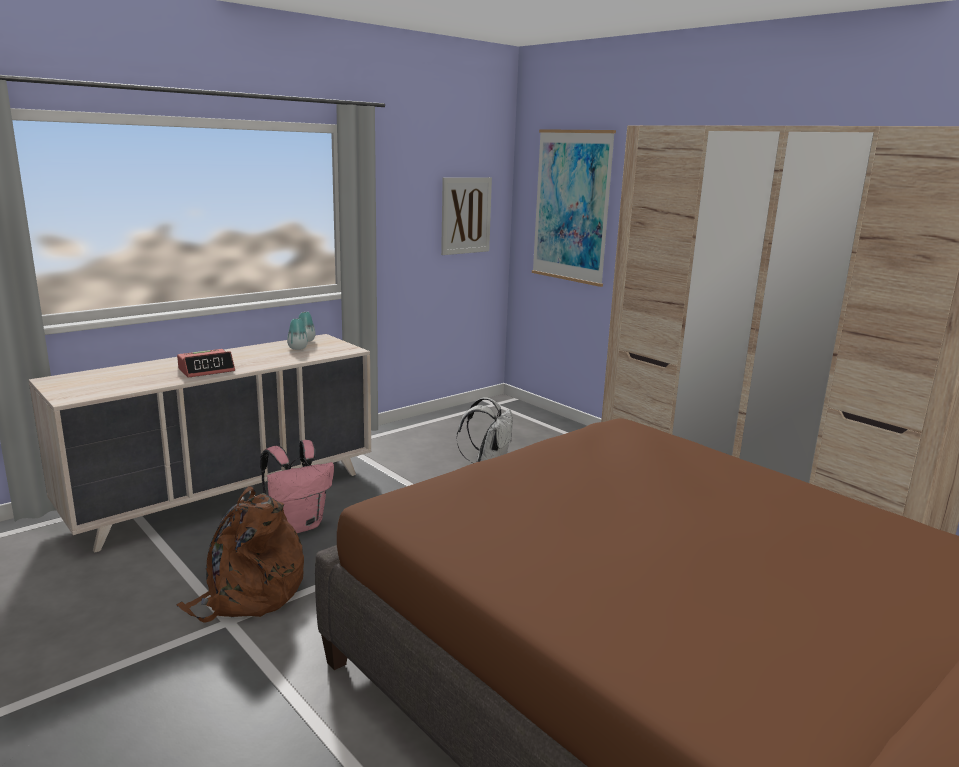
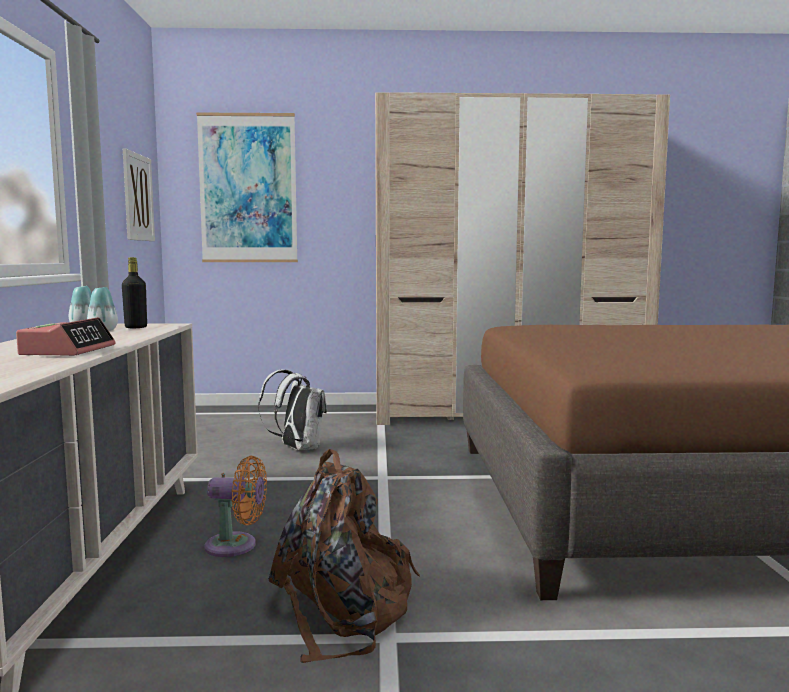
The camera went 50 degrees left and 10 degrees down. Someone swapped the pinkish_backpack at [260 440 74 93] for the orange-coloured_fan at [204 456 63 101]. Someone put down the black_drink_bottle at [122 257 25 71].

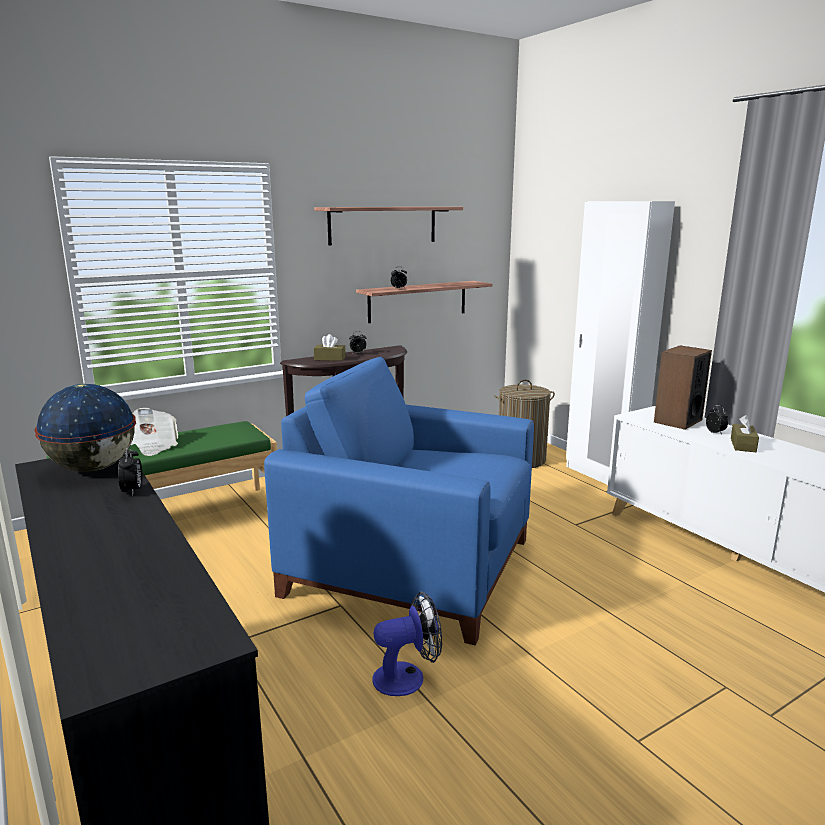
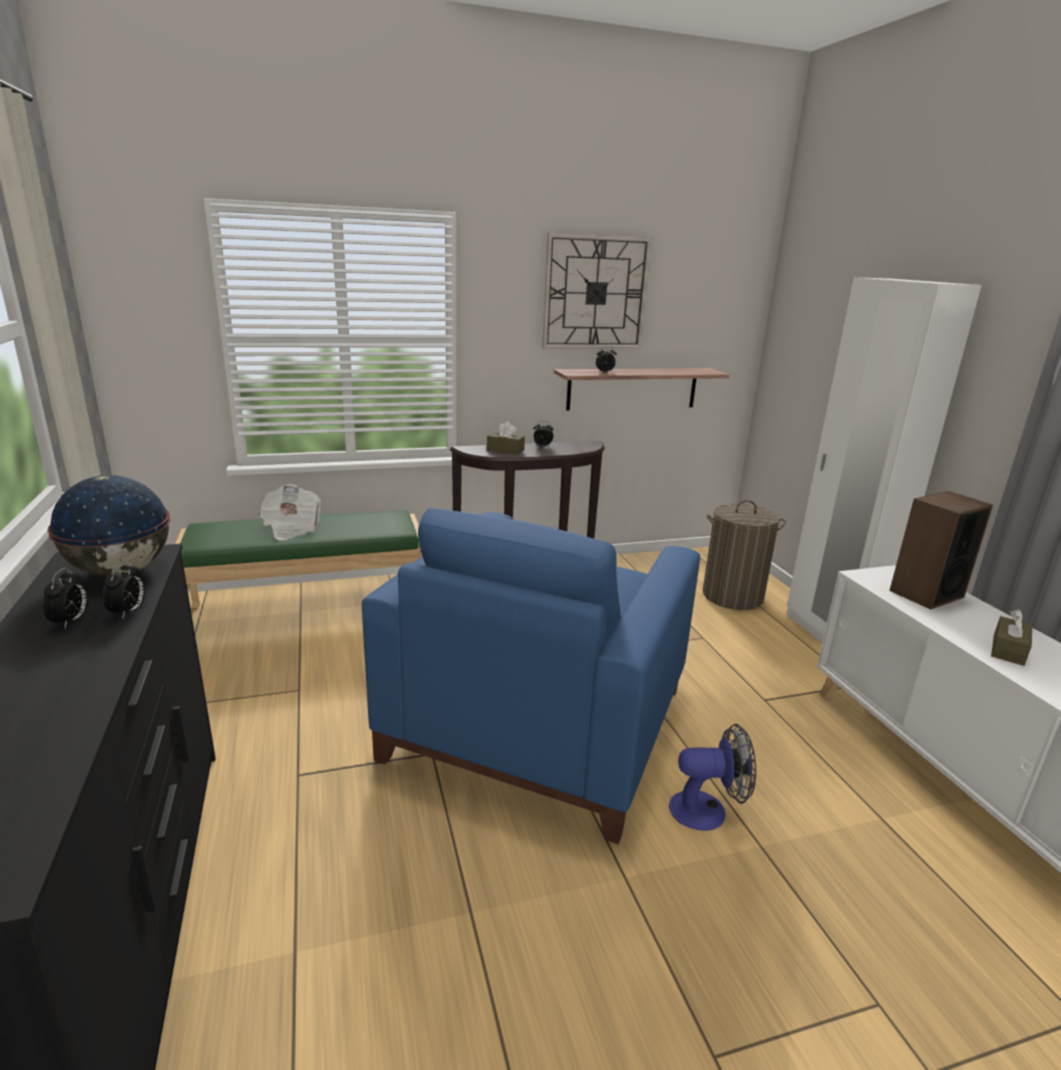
The camera went 15 degrees right and 5 degrees up. Someone rotated the bluish_armchair at [264 357 270 288] by 105 degrees counterclockwise. Someone swapped the bracket_shelf at [314 207 149 39] for the hanging_clock at [542 233 110 116]. Someone carried the fan from [372 591 70 105] to [669 724 87 107]. Someone carried the bedside_clock from [706 405 22 30] to [43 568 45 61].

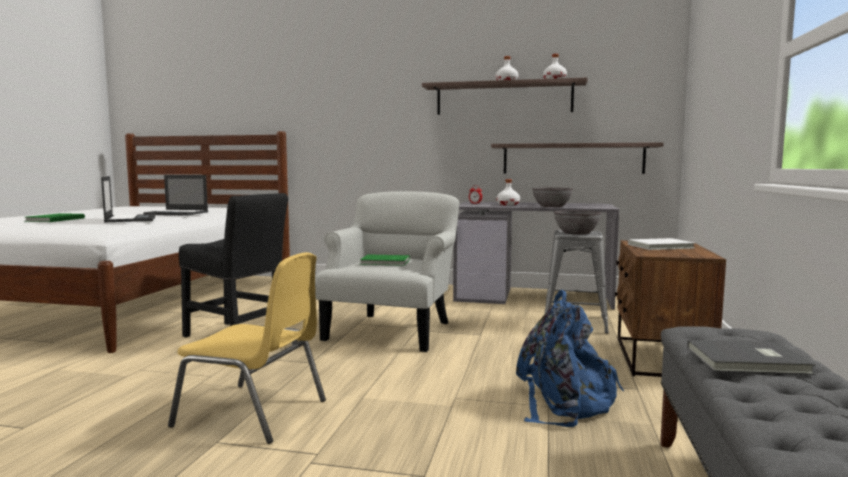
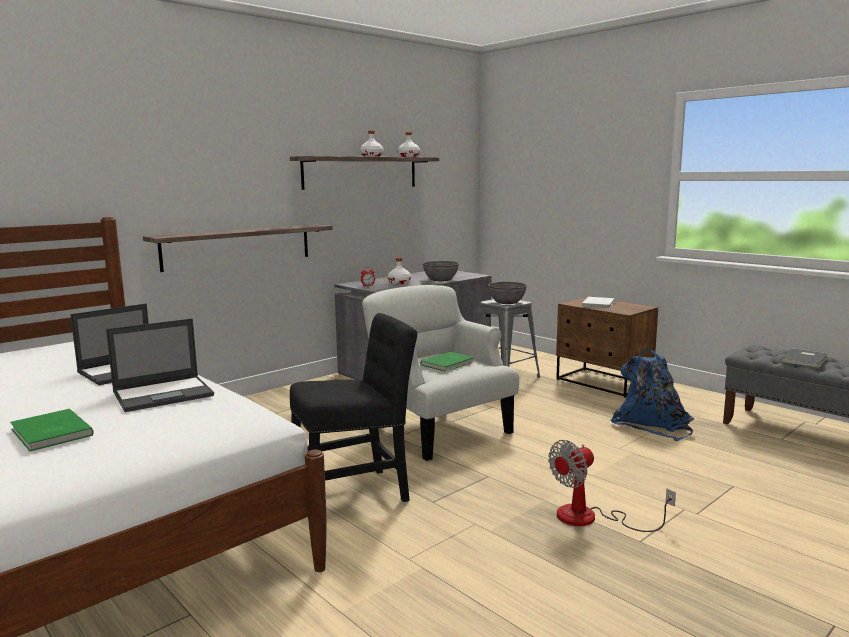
The camera went 55 degrees left and 5 degrees up. Someone rotated the notebook_computer at [101 176 55 47] by 135 degrees clockwise. Someone swapped the yellow-coloured_chair at [168 252 158 192] for the fan at [548 440 128 92]. Someone carried the bracket_shelf from [491 142 173 32] to [143 224 190 48].

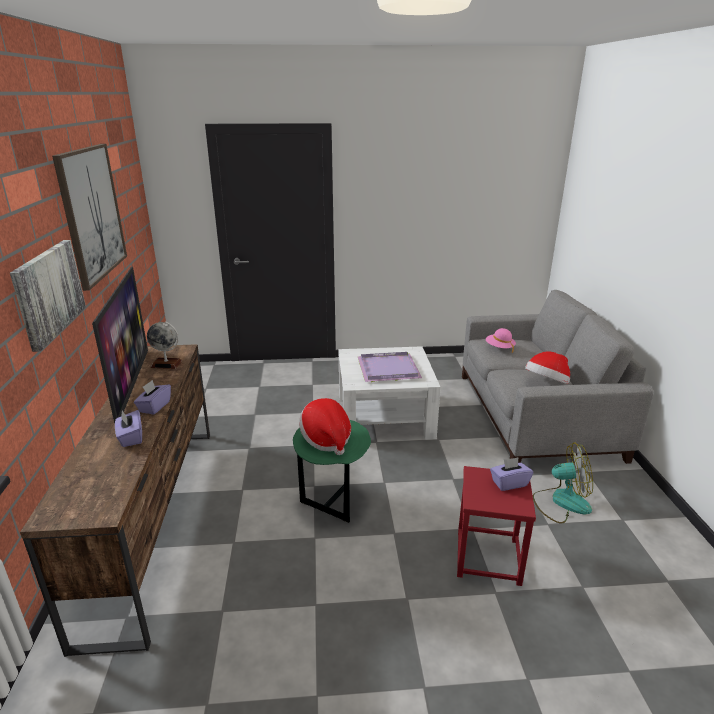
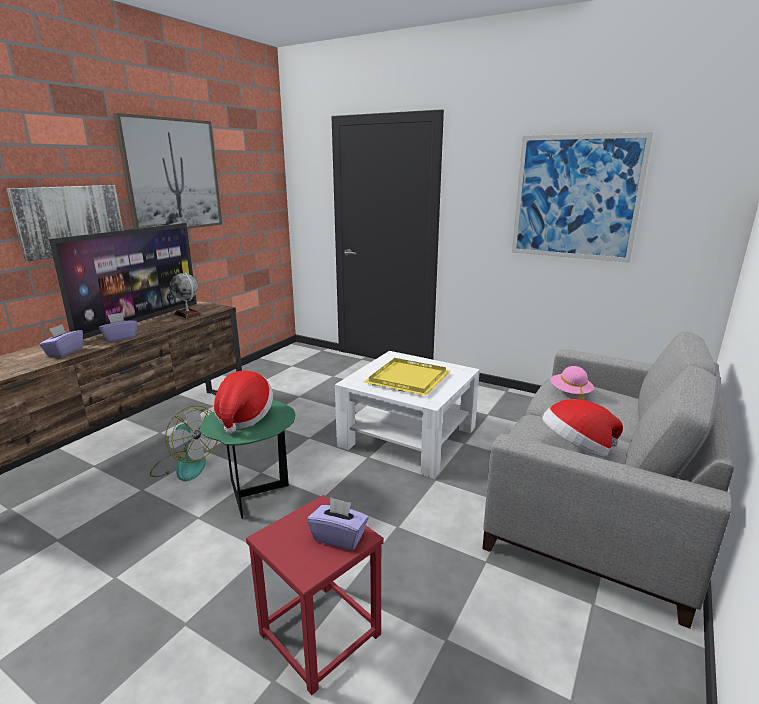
The camera went 35 degrees right and 5 degrees down. Someone repainted the purple_carrying_tray at [358 352 64 30], which became the yellow-coloured_carrying_tray at [364 358 86 38]. Someone carried the fan from [533 442 60 82] to [150 406 68 75]. Someone put up the picture at [512 132 142 131].

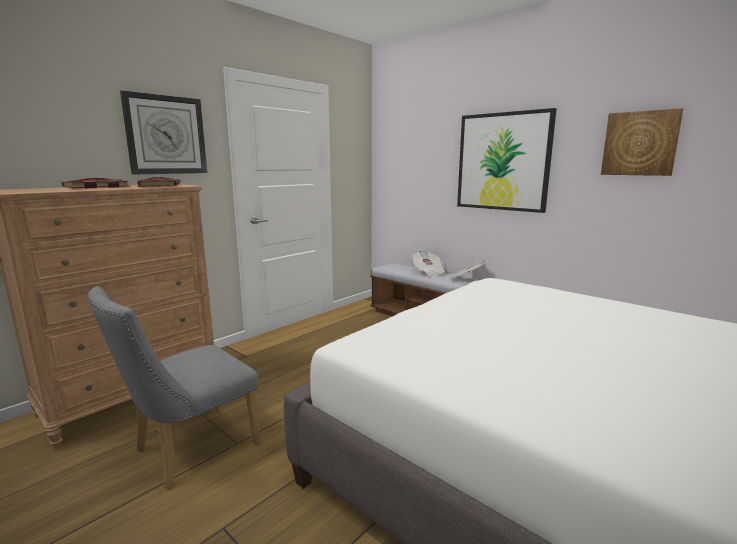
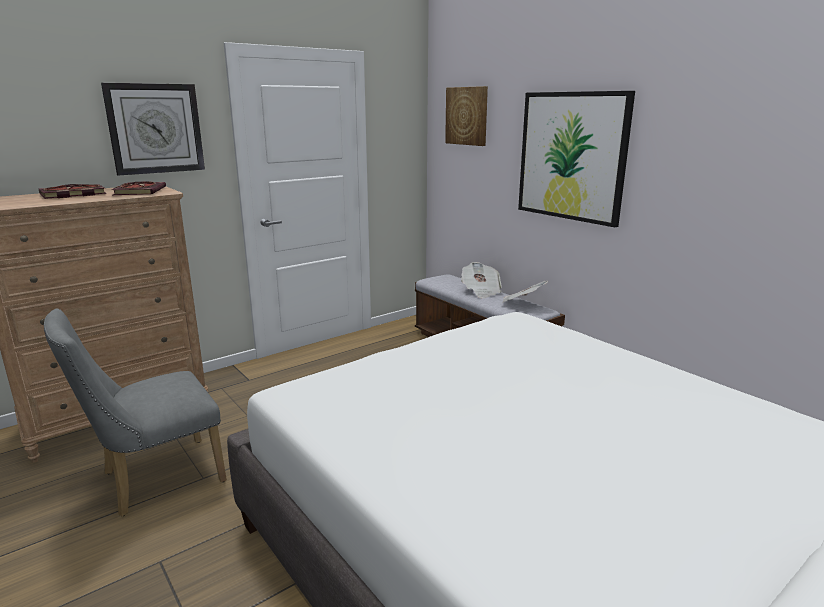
The camera went 10 degrees right and 5 degrees up. Someone carried the picture from [601 108 82 68] to [445 86 43 60].

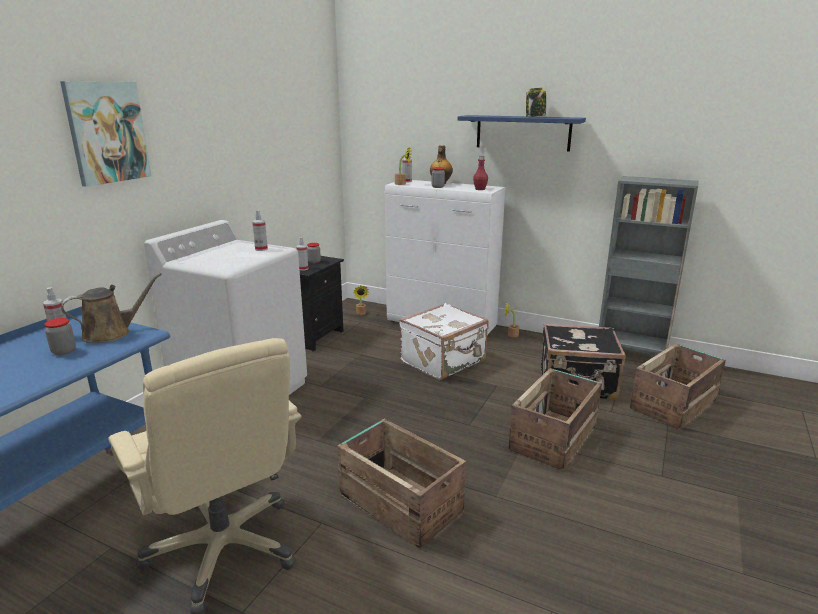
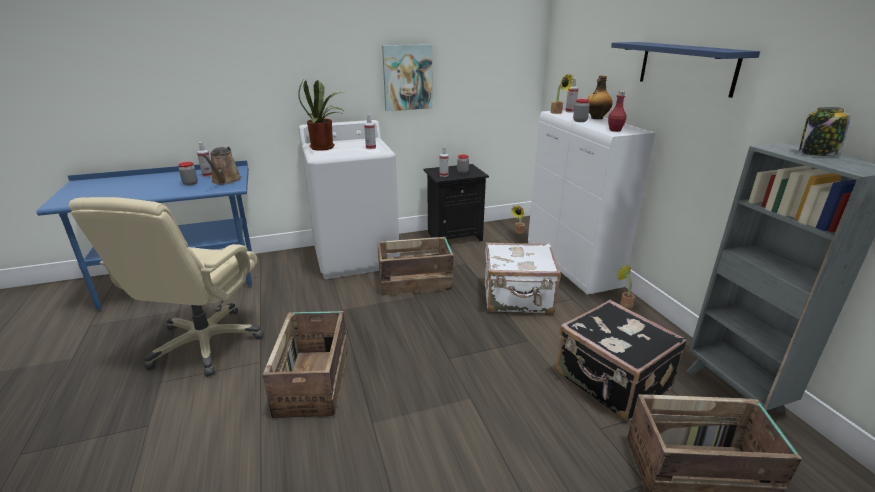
The camera went 45 degrees right and 5 degrees up. Someone carried the picture from [60 81 91 106] to [382 44 51 67]. Someone rotated the brown-coloured_watering_can at [61 273 101 70] by 75 degrees clockwise. Someone carried the crate from [508 368 94 103] to [377 237 76 59]. Someone carried the storage_jar from [526 88 20 29] to [799 107 52 49]. Someone put down the plant_in_a_pot at [298 80 46 71].

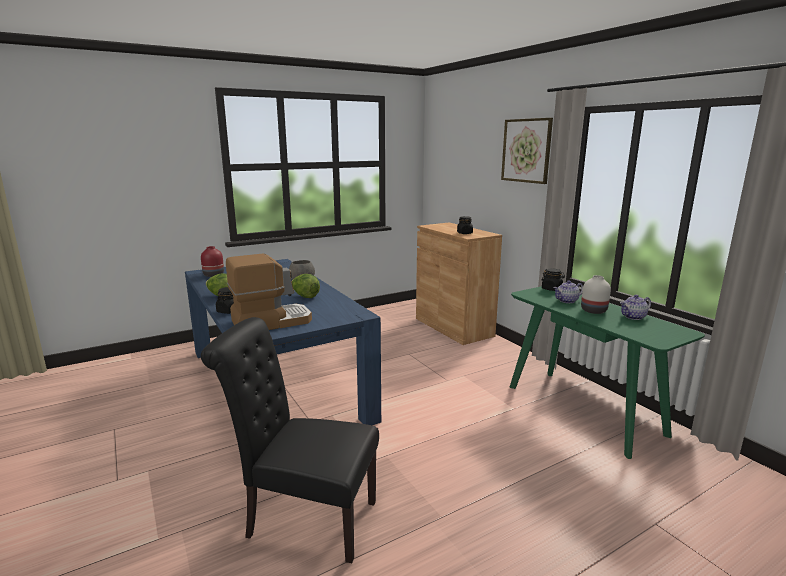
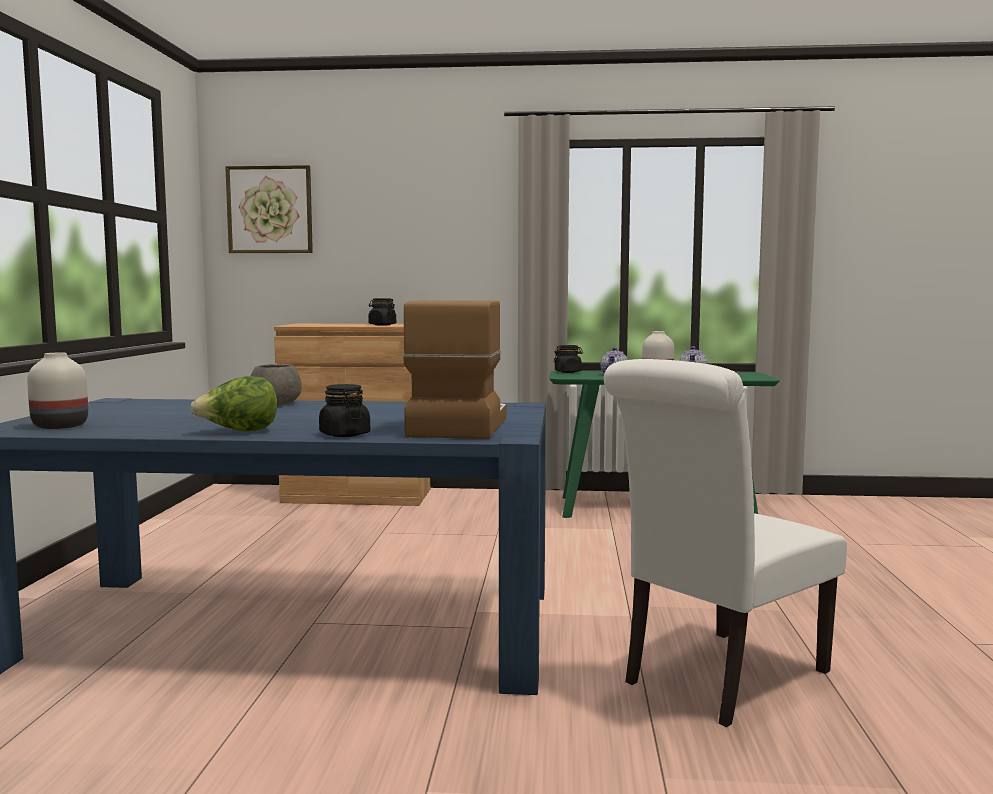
The camera went 55 degrees left and 10 degrees down. Someone repainted the red-coloured_flower_vase at [201 246 23 31], which became the whitish_flower_vase at [27 352 61 77]. Someone repainted the black_chair at [201 317 178 246], which became the whitish_chair at [604 359 243 368]. Someone took away the lettuce at [292 274 28 24]. Someone carried the picture from [501 118 52 66] to [225 165 88 88].

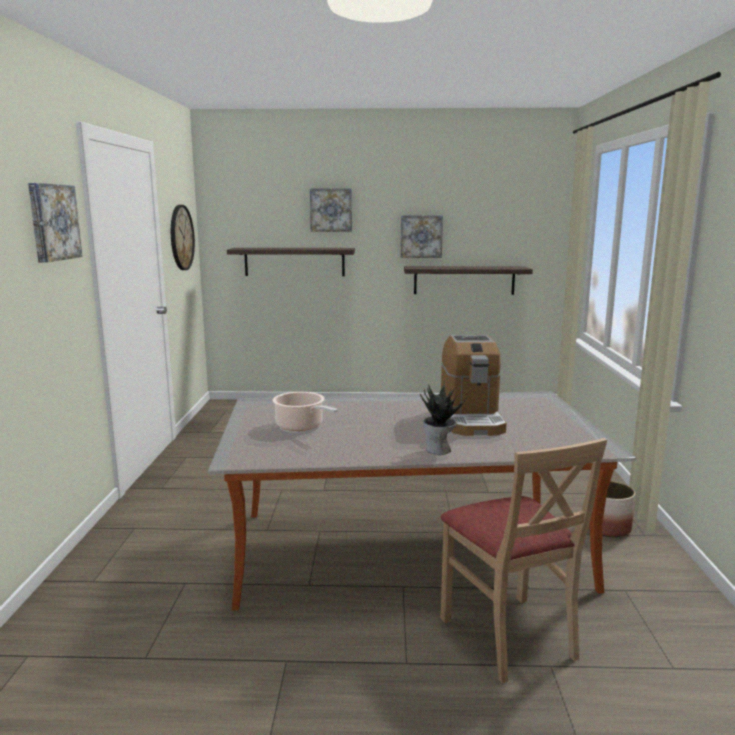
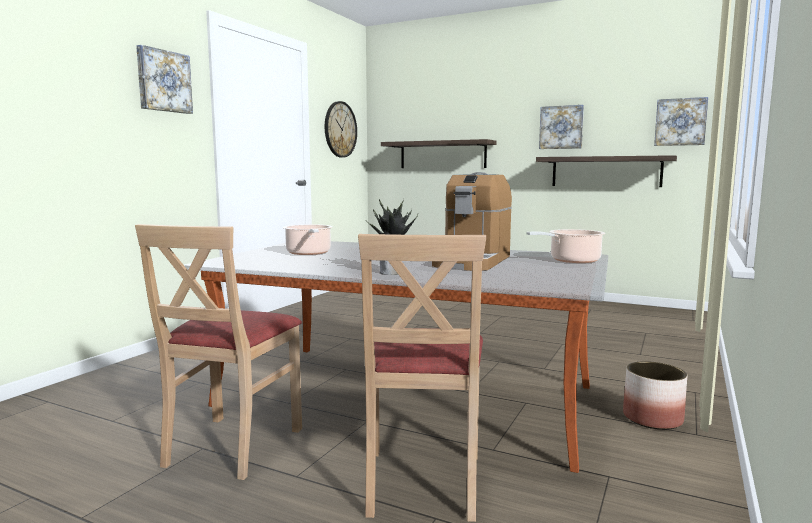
The camera went 25 degrees right and 5 degrees down. Someone carried the picture from [310 188 42 44] to [654 97 54 49]. Someone put down the beige-coloured_chair at [135 224 167 256]. Someone put down the cooking_pot at [527 229 78 34].

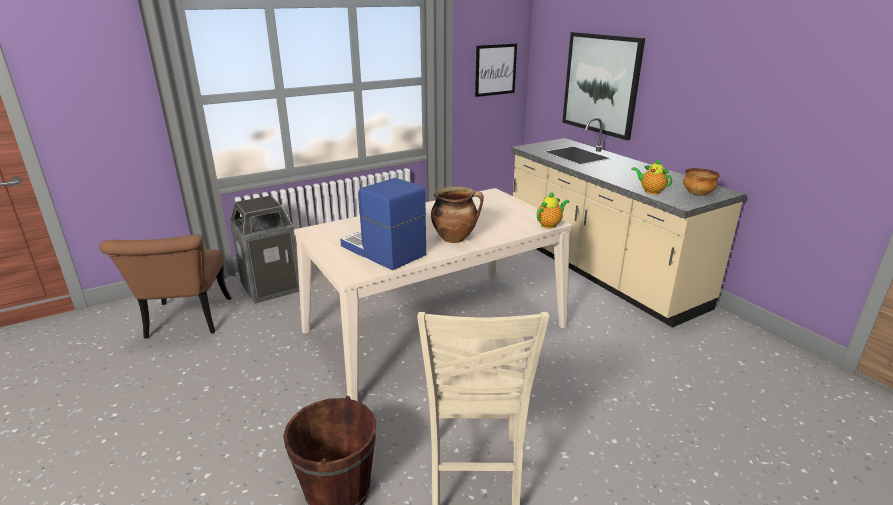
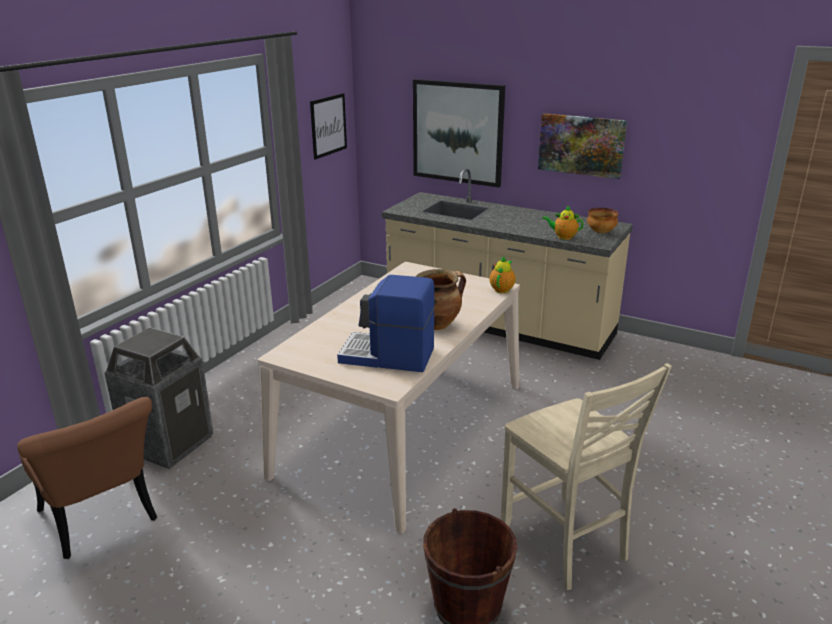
The camera went 30 degrees left and 0 degrees up. Someone put up the picture at [538 113 89 66].

